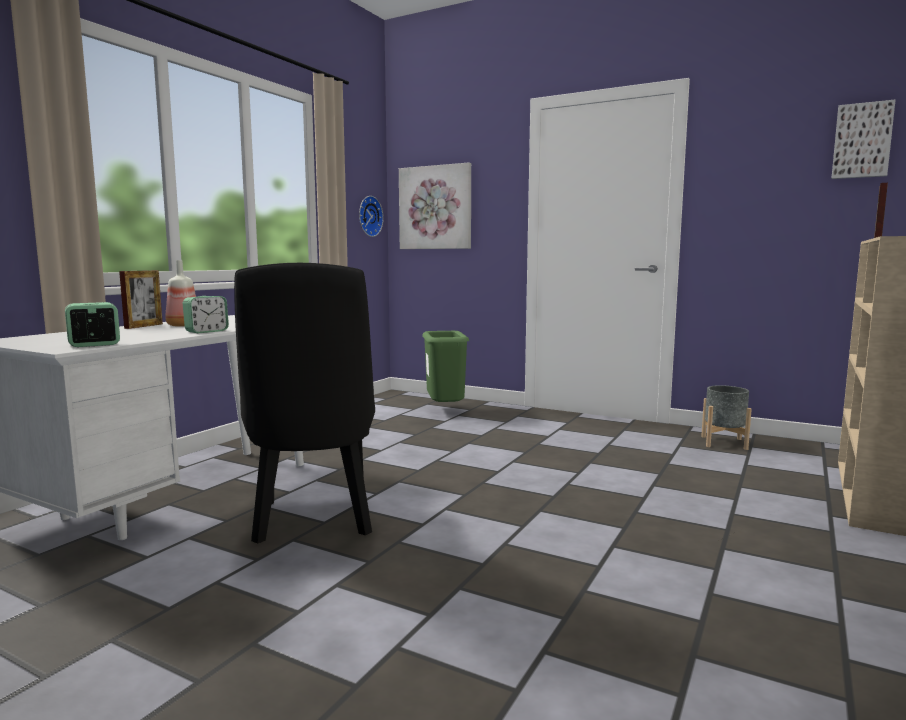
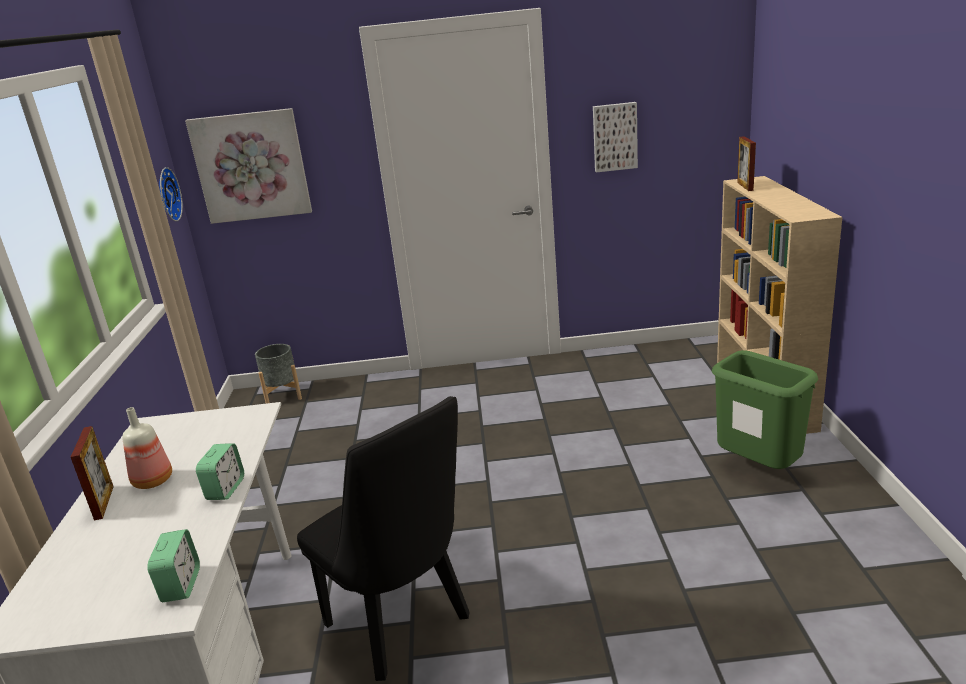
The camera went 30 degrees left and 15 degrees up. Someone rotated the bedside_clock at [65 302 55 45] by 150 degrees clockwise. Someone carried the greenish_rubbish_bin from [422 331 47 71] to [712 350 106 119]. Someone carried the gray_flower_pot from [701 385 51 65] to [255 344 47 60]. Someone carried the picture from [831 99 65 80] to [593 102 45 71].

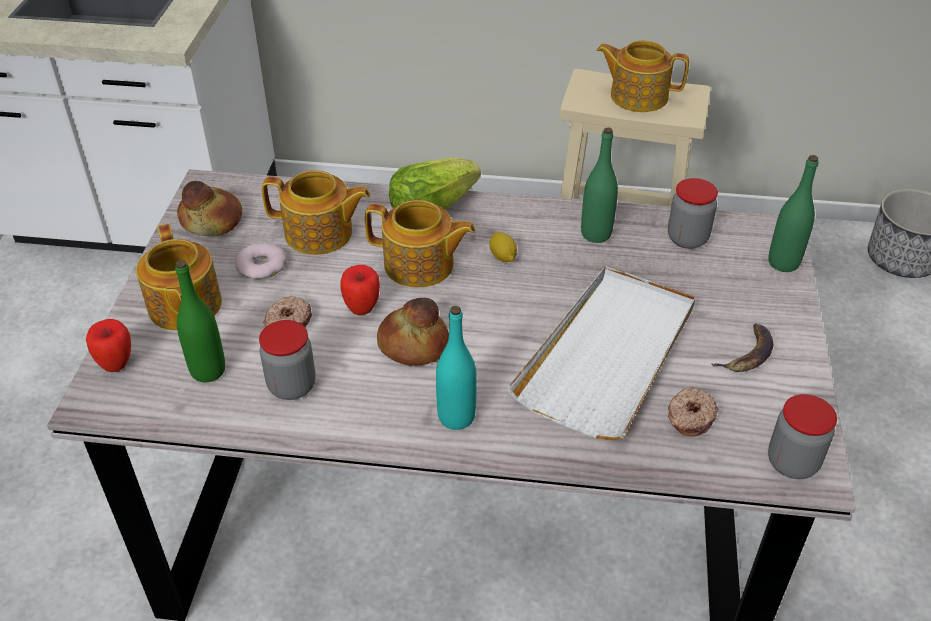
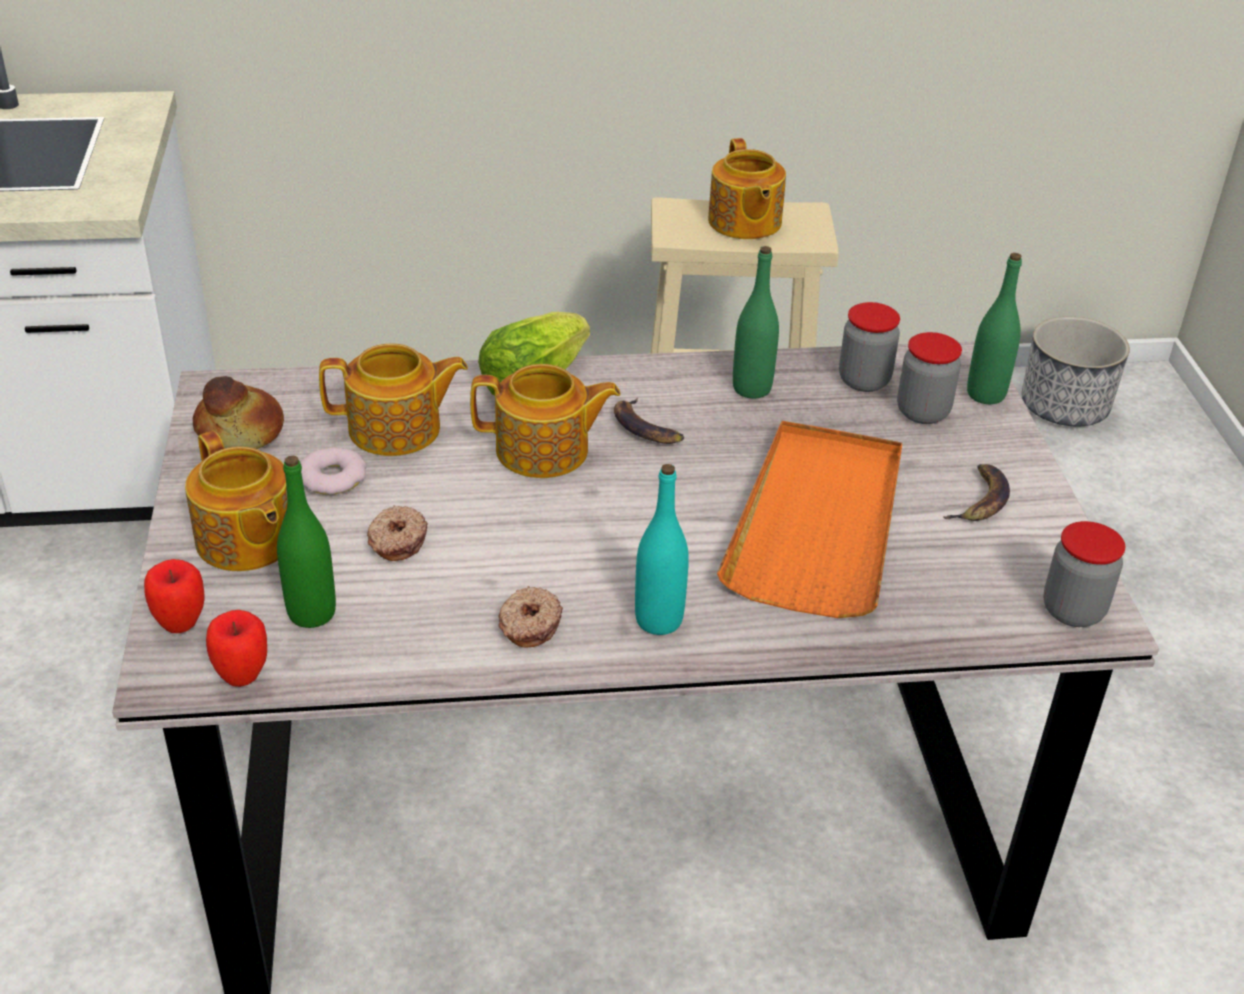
The camera went 15 degrees left and 5 degrees down. Someone carried the storage_jar from [259 320 57 80] to [897 332 65 92]. Someone carried the apple_fruit from [340 265 40 50] to [206 610 61 77]. Someone took away the bakery_bread at [377 298 72 68]. Someone swapped the lemon at [489 232 28 30] for the banana at [614 398 70 46]. Someone repainted the whitish_carrying_tray at [508 266 187 174], which became the orange-coloured_carrying_tray at [717 421 185 197]. Someone rotated the teapot at [596 40 93 72] by 105 degrees counterclockwise. Someone carried the doughnut from [668 387 50 49] to [499 586 64 62].

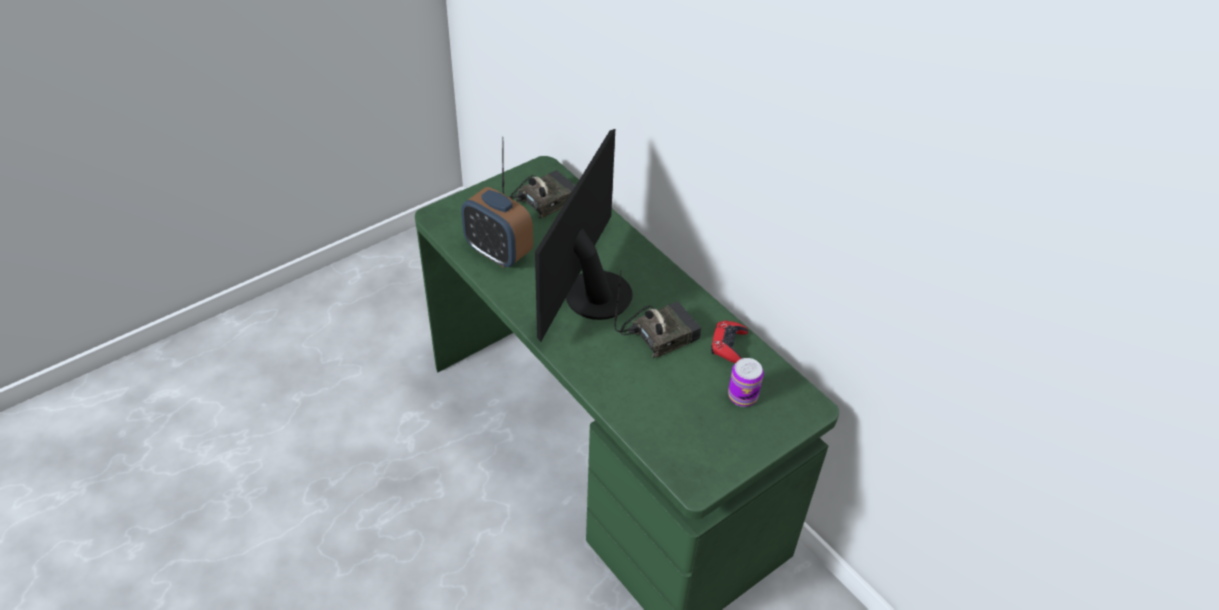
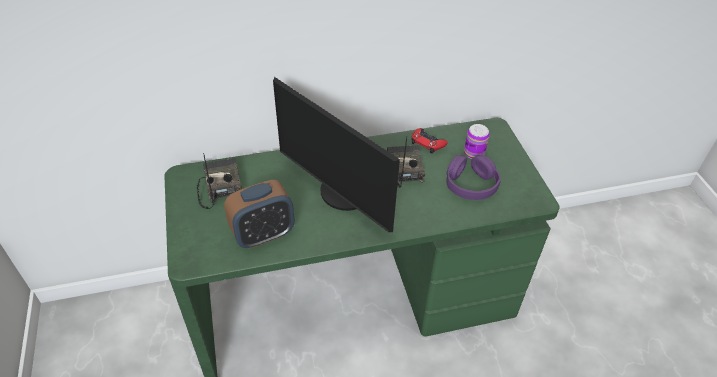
The camera went 65 degrees left and 0 degrees up. Someone put down the purple_headphones at [446 155 55 45].

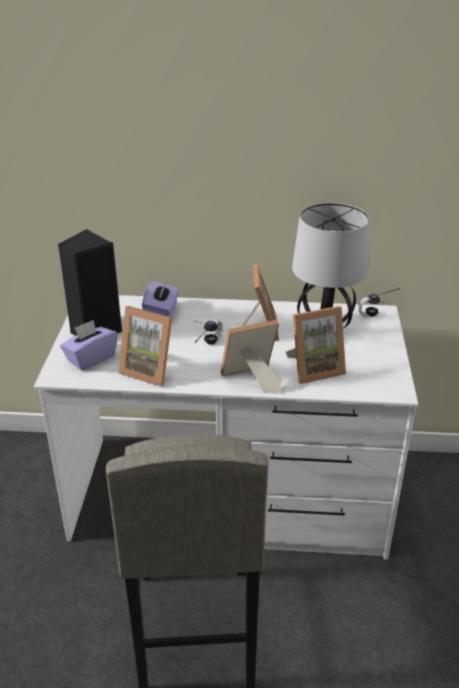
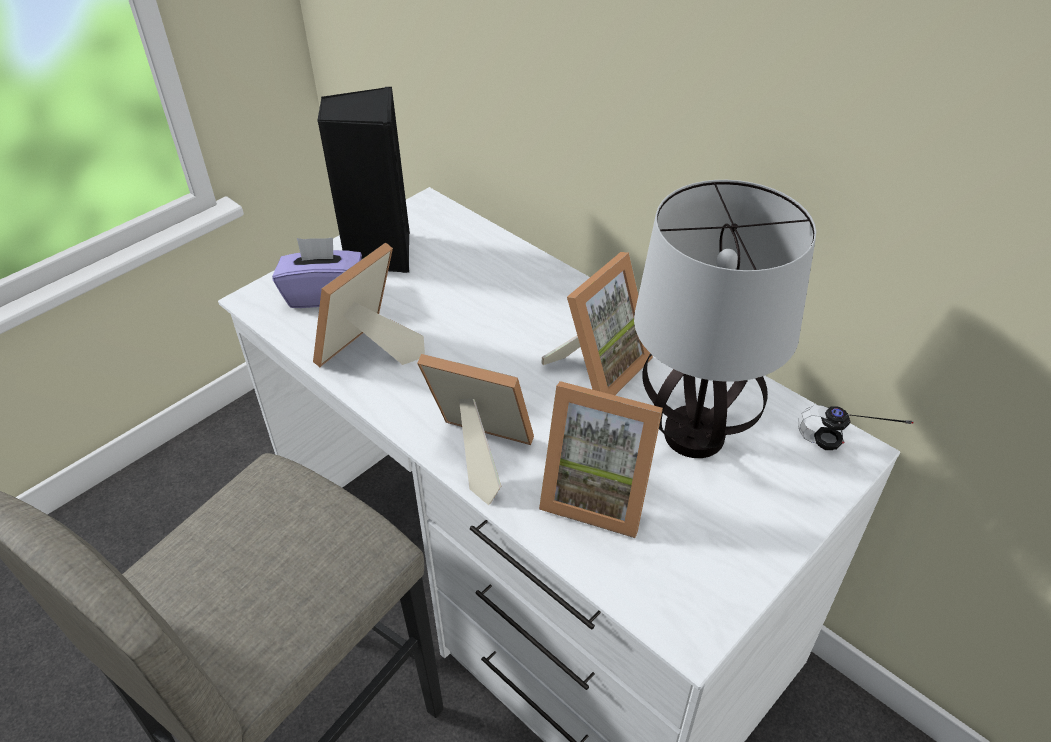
The camera went 40 degrees right and 10 degrees up. Someone rotated the standing_frame at [118 306 54 81] by 60 degrees clockwise. Someone took away the purple_box_of_tissues at [142 279 37 38]. Someone took away the headphones at [195 320 28 25].

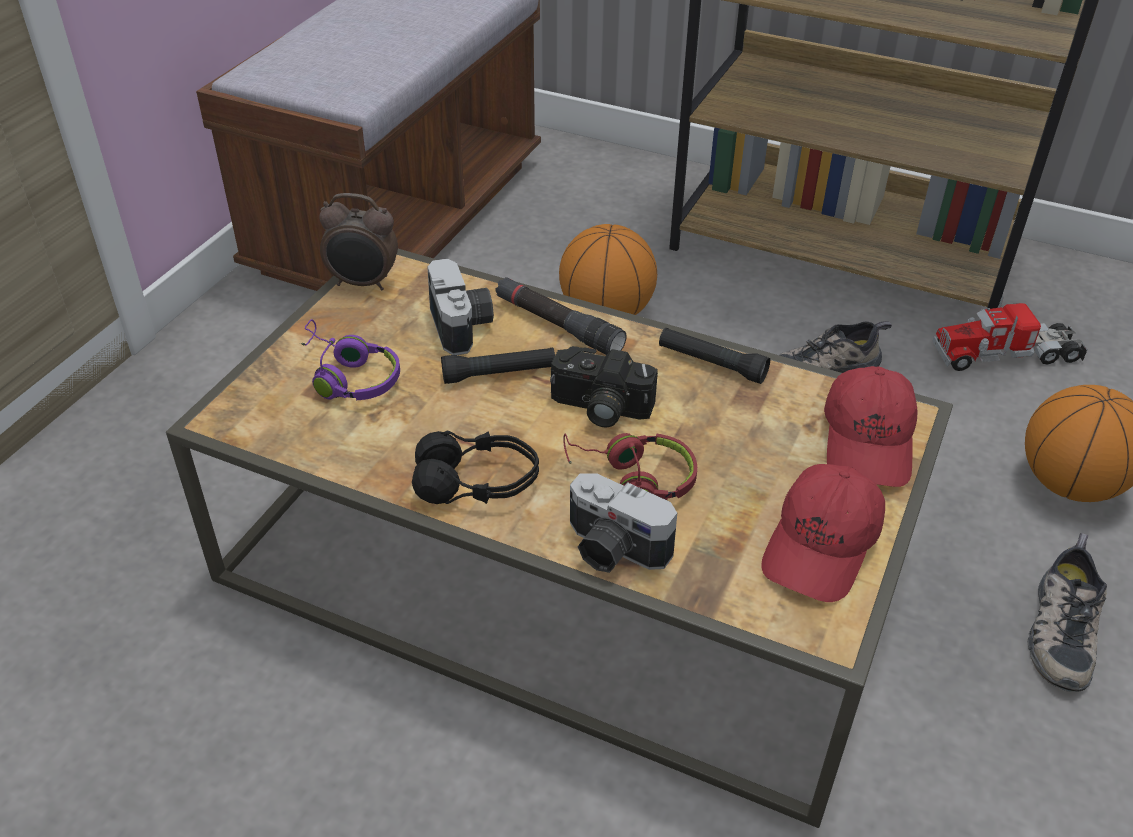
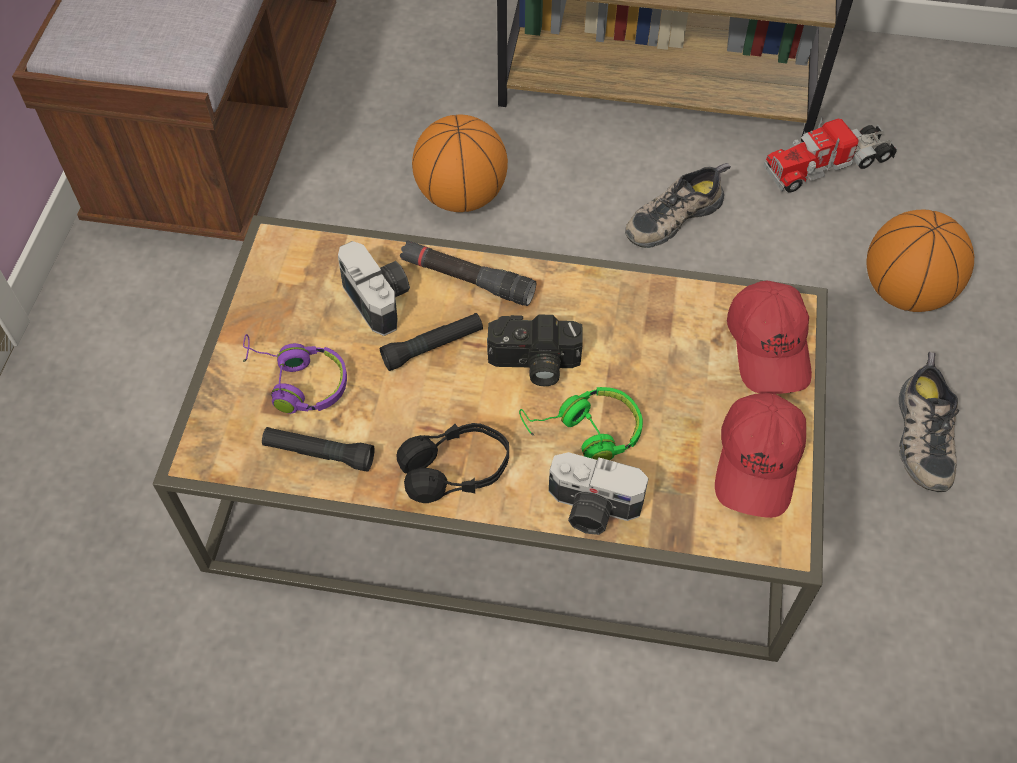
The camera went 15 degrees left and 15 degrees up. Someone took away the bedside_clock at [319 193 79 97]. Someone repainted the red-coloured_headphones at [563 433 134 67], which became the greenish_headphones at [519 387 124 73]. Someone carried the black_hand_torch from [659 328 111 56] to [262 427 113 45].

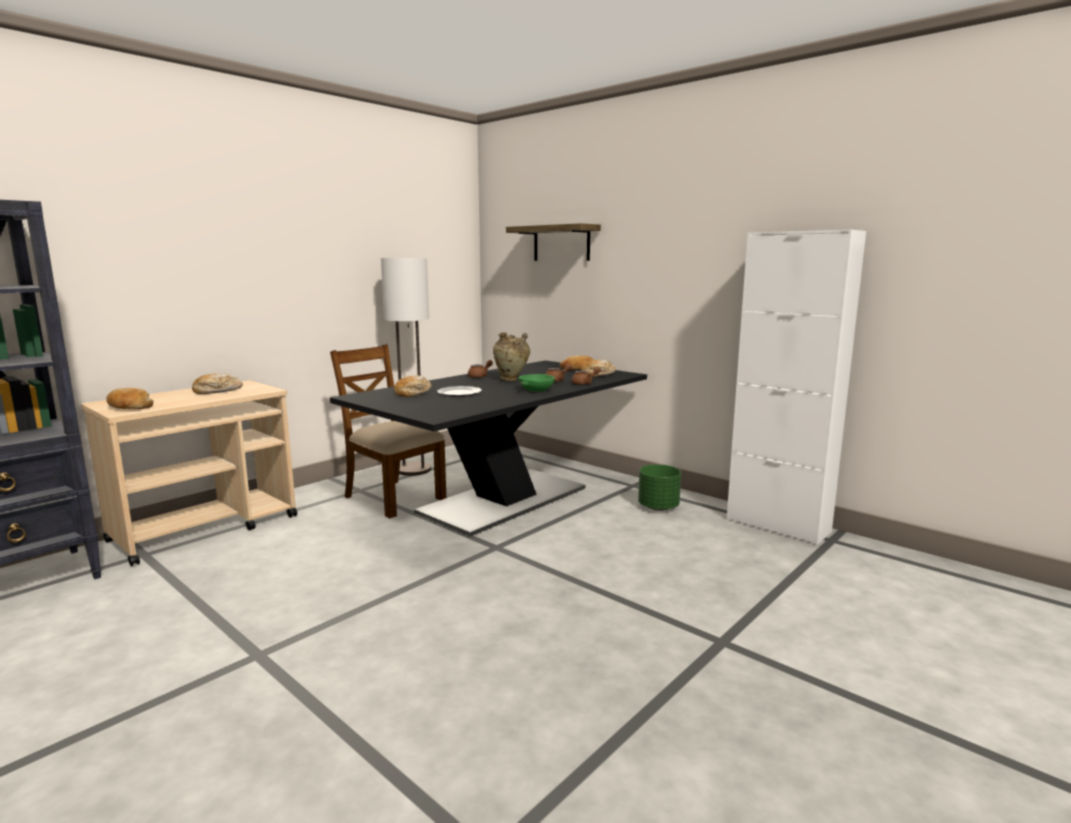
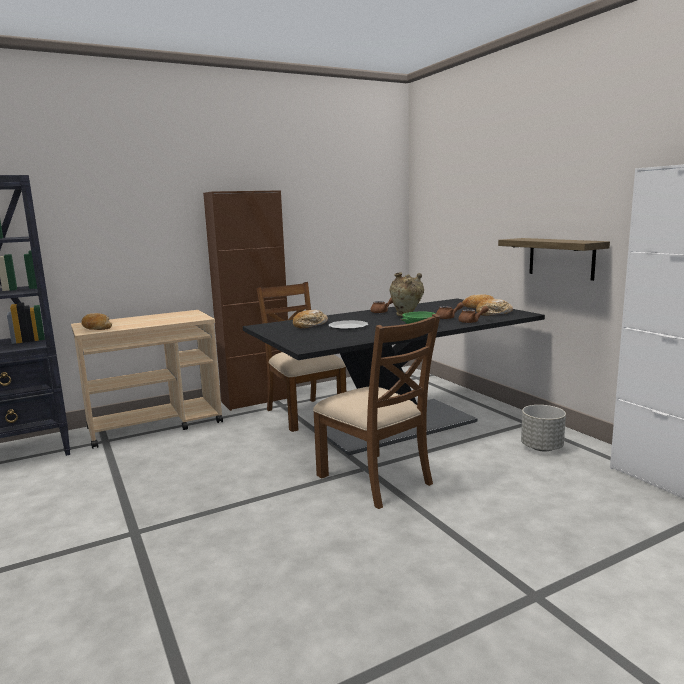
The camera went 20 degrees right and 0 degrees up. Someone took away the bakery_bread at [192 373 51 21]. Someone took away the standard_lamp at [381 258 50 218]. Someone carried the bracket_shelf from [506 223 95 38] to [498 238 112 43]. Someone repainted the greenish_flower_pot at [638 464 43 47], which became the gray_flower_pot at [521 405 45 47]. Someone put down the brown-coloured_storage_cabinet at [203 190 85 221]. Someone put down the brown-coloured_chair at [313 314 127 195].

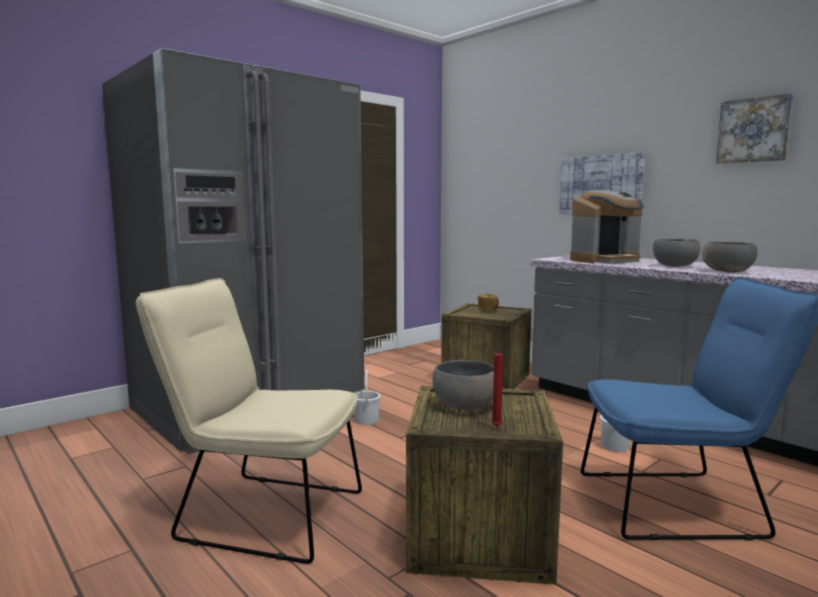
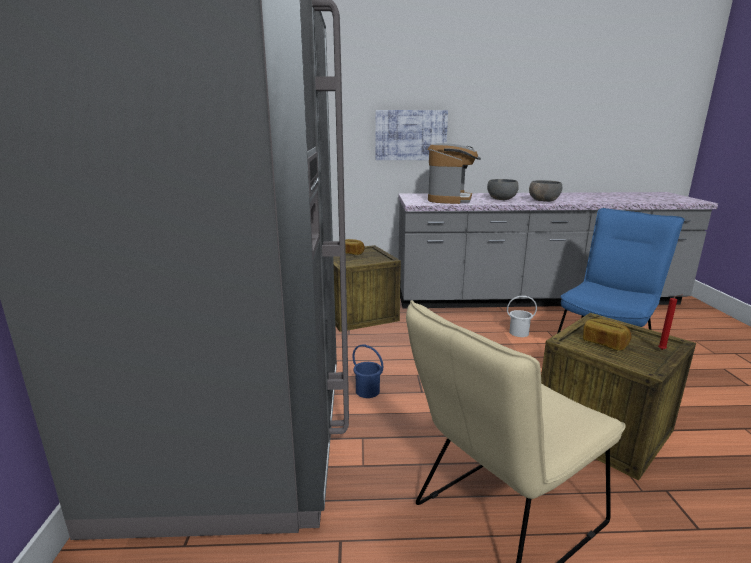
The camera went 50 degrees left and 10 degrees up. Someone repainted the whitish_pail at [355 370 26 55], which became the bluish_pail at [352 345 31 53]. Someone swapped the gray_bowl at [432 360 62 50] for the bakery_bread at [583 318 48 33]. Someone took away the picture at [716 93 77 71].

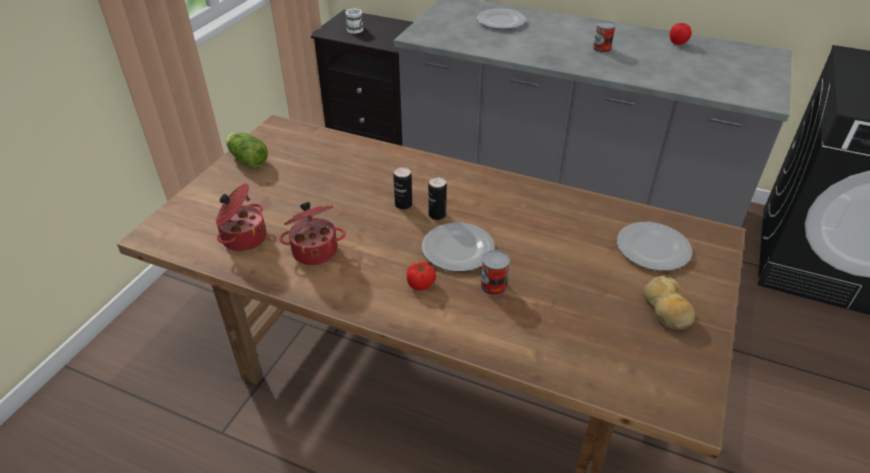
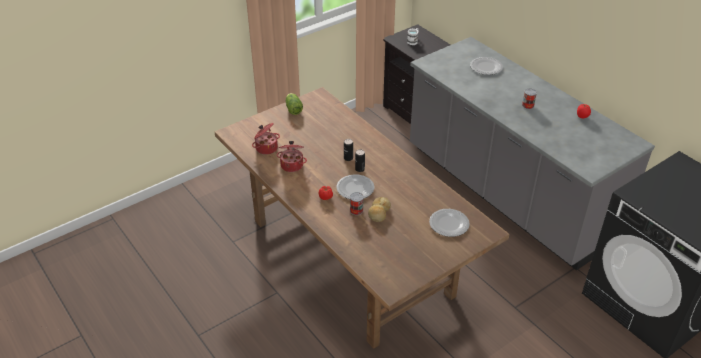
The camera went 30 degrees right and 0 degrees up. Someone carried the bakery_bread from [643 274 52 56] to [368 197 23 25].

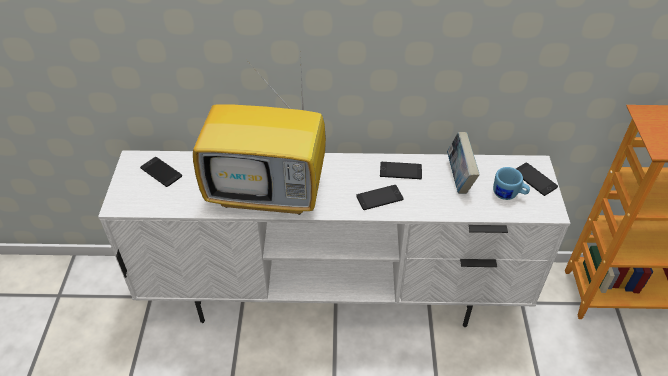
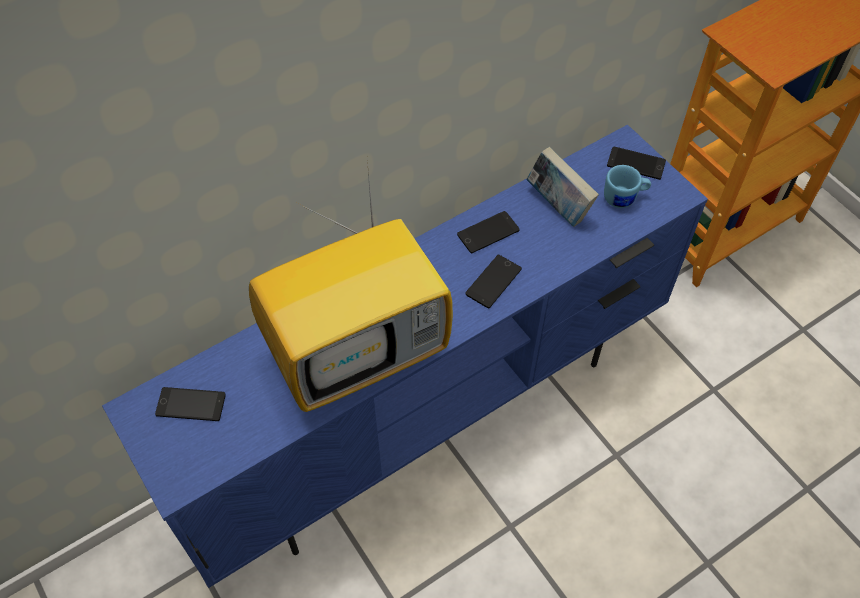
The camera went 35 degrees left and 10 degrees up. Someone repainted the whitish_media_console at [98 150 472 177], which became the bluish_media_console at [102 125 606 463].

